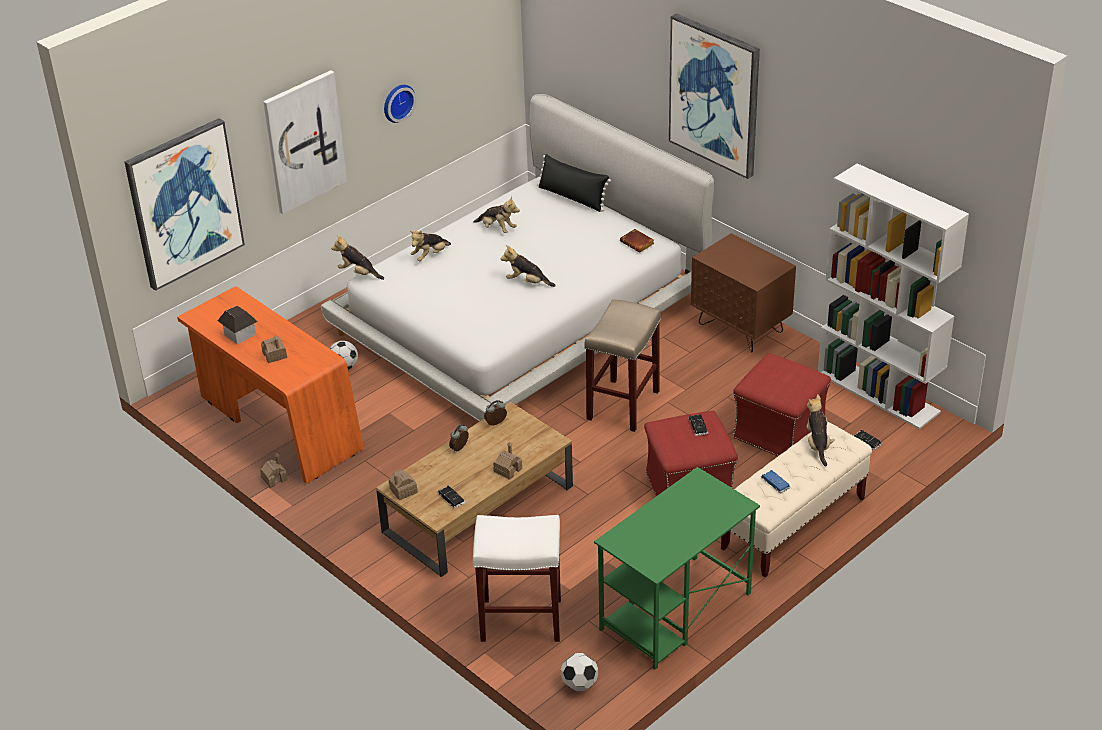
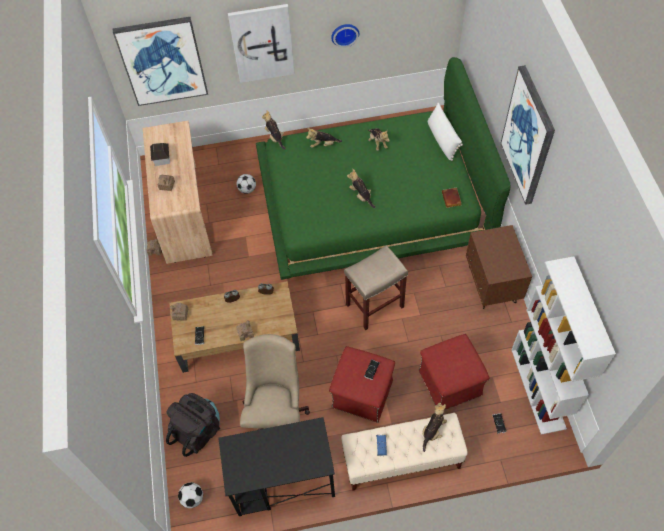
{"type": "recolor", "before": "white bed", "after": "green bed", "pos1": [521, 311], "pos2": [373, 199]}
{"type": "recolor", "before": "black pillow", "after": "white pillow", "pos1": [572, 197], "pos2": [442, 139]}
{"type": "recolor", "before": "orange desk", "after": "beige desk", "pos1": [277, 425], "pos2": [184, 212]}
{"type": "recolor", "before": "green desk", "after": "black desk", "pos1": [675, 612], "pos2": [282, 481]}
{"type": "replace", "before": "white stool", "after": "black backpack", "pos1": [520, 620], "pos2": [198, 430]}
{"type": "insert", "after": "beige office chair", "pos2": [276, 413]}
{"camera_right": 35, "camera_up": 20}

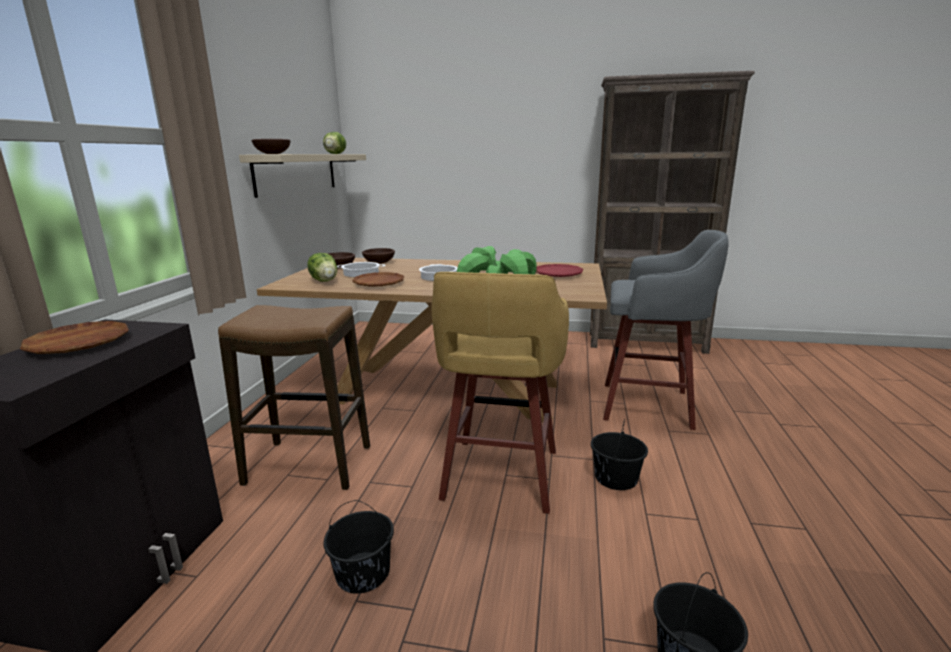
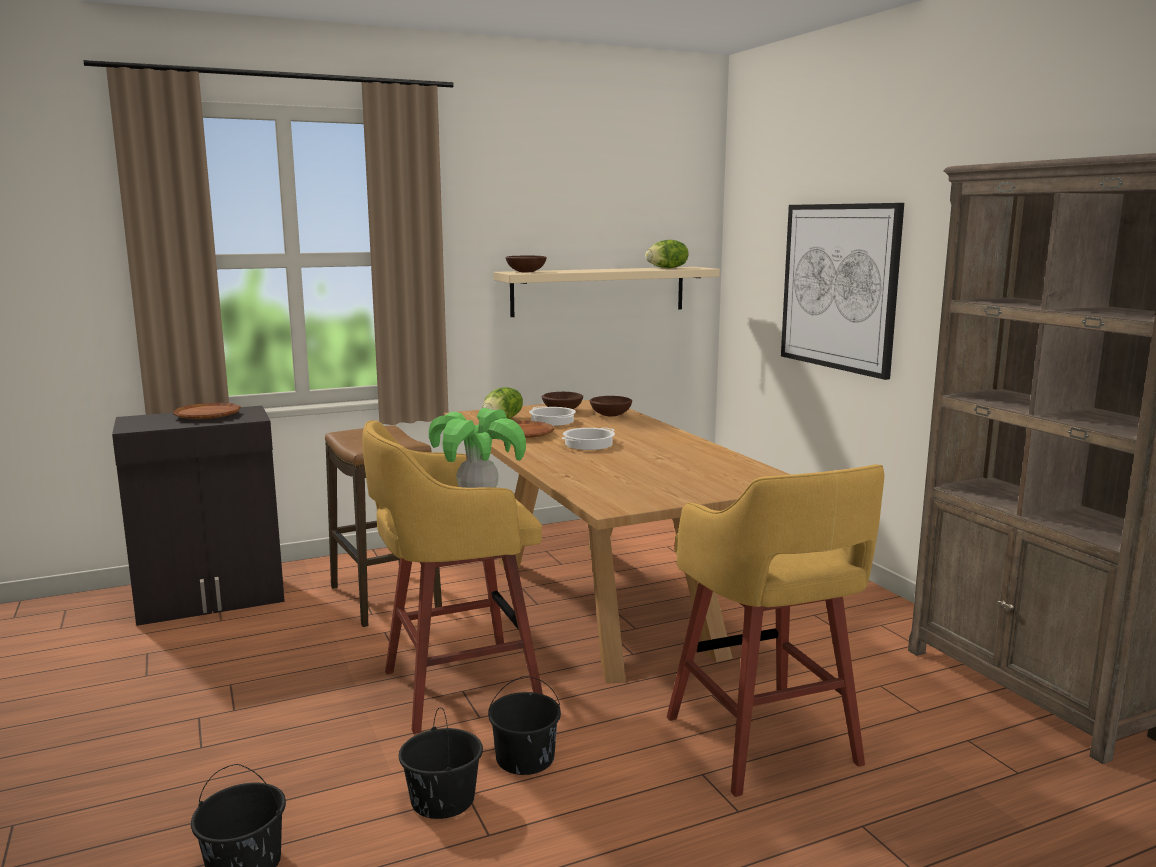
{"type": "recolor", "before": "grey stool", "after": "yellow stool", "pos1": [650, 406], "pos2": [764, 744]}
{"type": "delete", "before": "red plate", "pos1": [558, 274]}
{"type": "move", "before": "black bucket", "pos1": [362, 573], "pos2": [442, 799]}
{"type": "insert", "after": "picture", "pos2": [839, 287]}
{"camera_right": 55, "camera_up": -5}

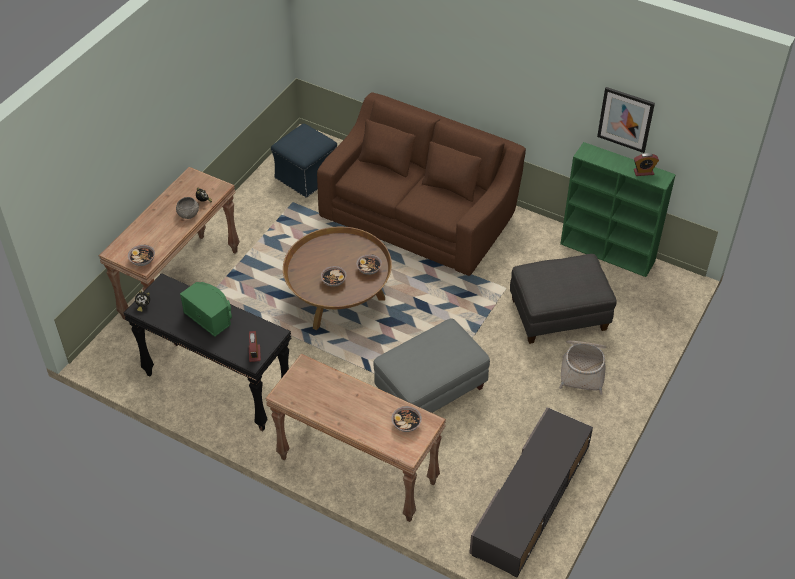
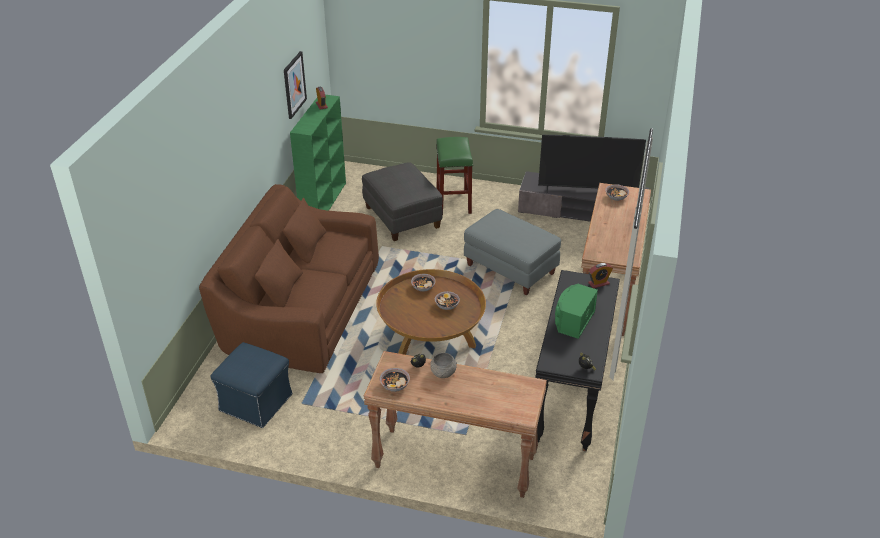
{"type": "move", "before": "bowl", "pos1": [142, 260], "pos2": [395, 385]}
{"type": "replace", "before": "basket", "after": "green stool", "pos1": [583, 369], "pos2": [453, 202]}
{"type": "insert", "after": "television", "pos2": [587, 191]}
{"camera_right": -105, "camera_up": -10}

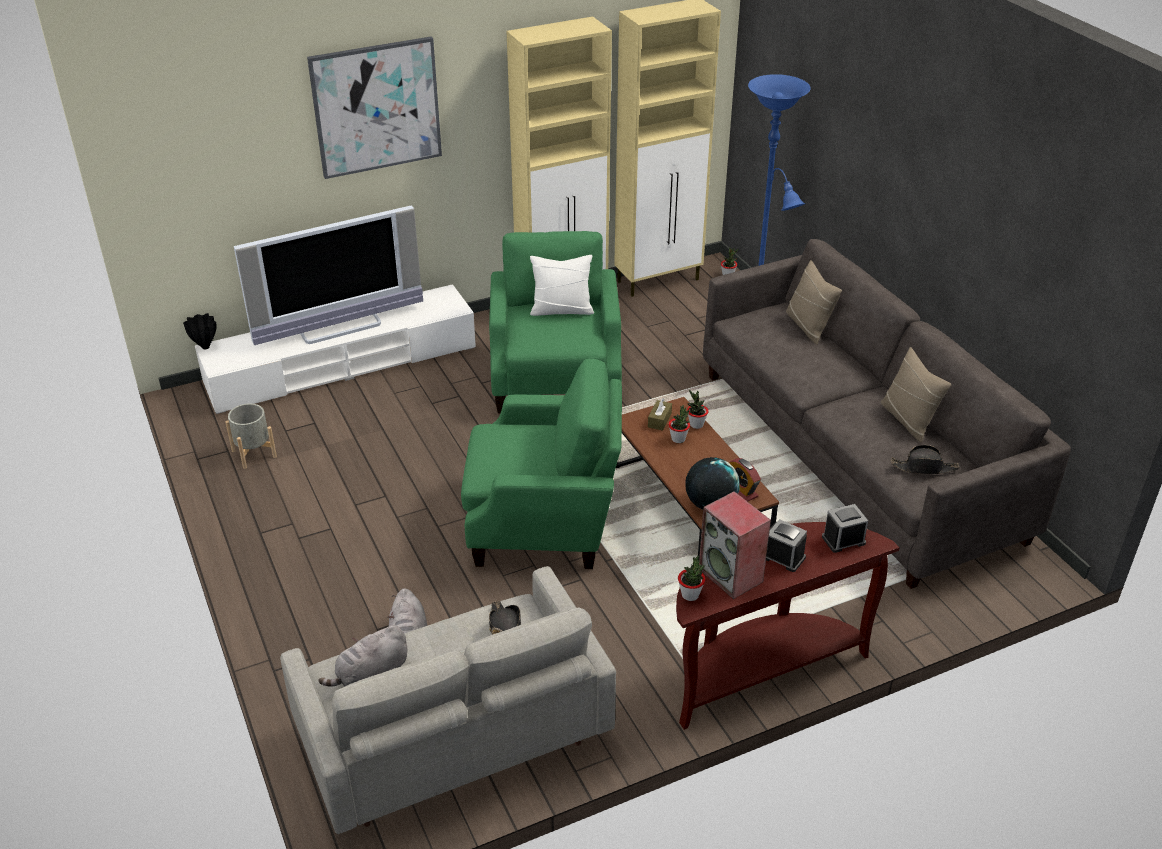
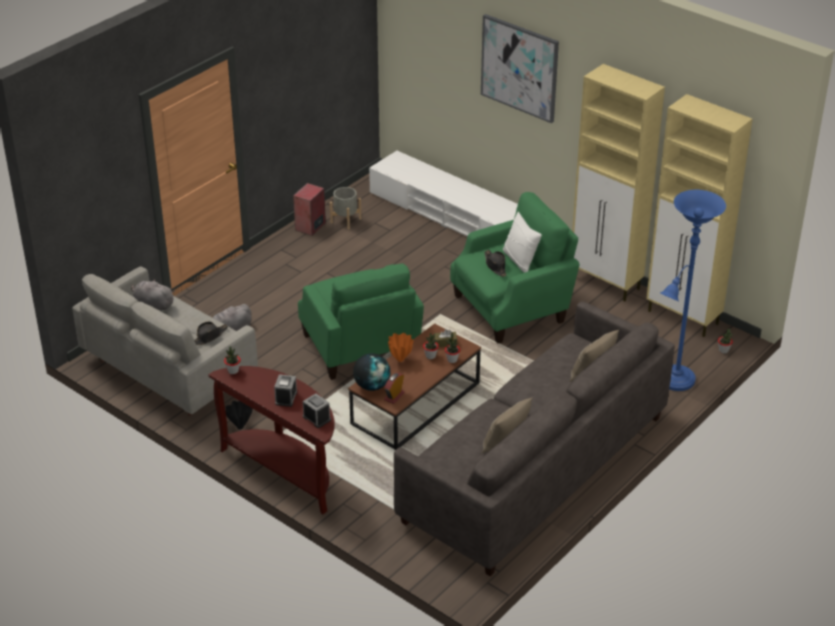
{"type": "delete", "before": "television", "pos1": [340, 326]}
{"type": "move", "before": "black vase", "pos1": [205, 347], "pos2": [240, 427]}
{"type": "move", "before": "black hat", "pos1": [924, 467], "pos2": [495, 266]}
{"type": "move", "before": "speaker", "pos1": [731, 575], "pos2": [310, 226]}
{"type": "insert", "after": "orange vase", "pos2": [400, 359]}
{"camera_right": 65, "camera_up": 0}

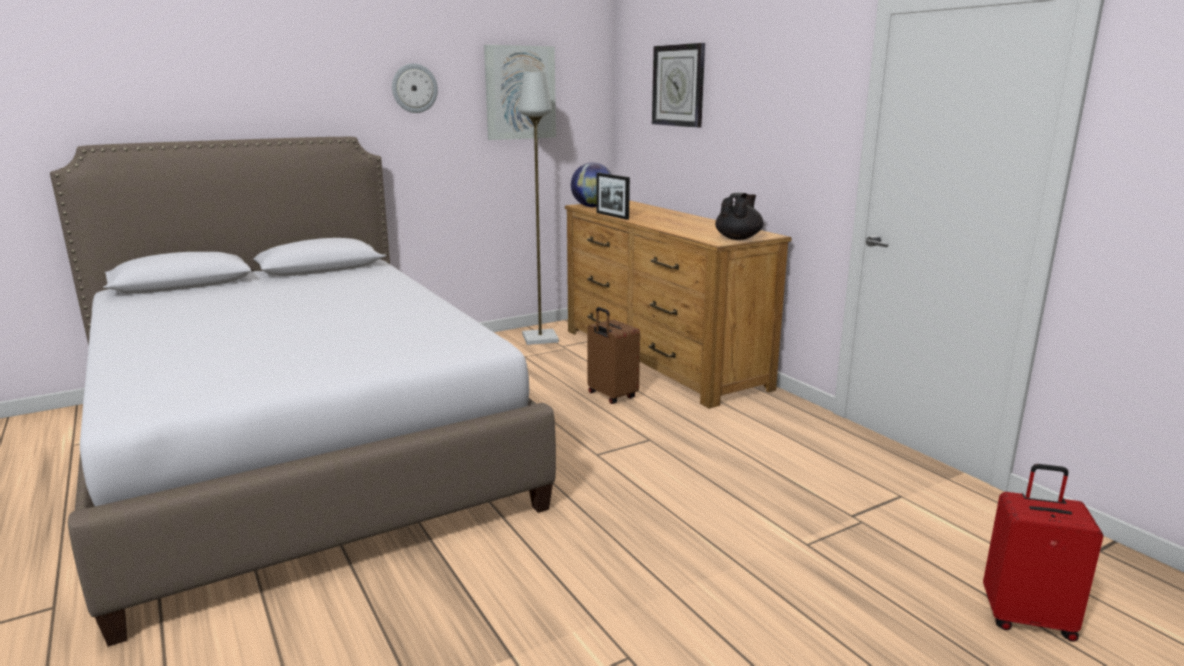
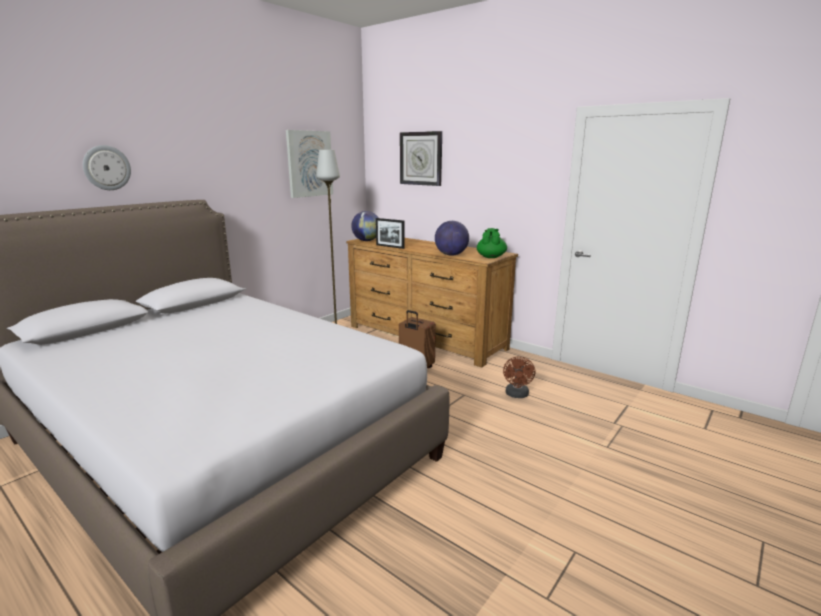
{"type": "move", "before": "wall clock", "pos1": [414, 88], "pos2": [106, 168]}
{"type": "recolor", "before": "black teapot", "after": "green teapot", "pos1": [738, 238], "pos2": [491, 257]}
{"type": "delete", "before": "red suitcase", "pos1": [1027, 618]}
{"type": "insert", "after": "globe", "pos2": [451, 255]}
{"type": "insert", "after": "brown fan", "pos2": [517, 395]}
{"camera_right": -20, "camera_up": 0}

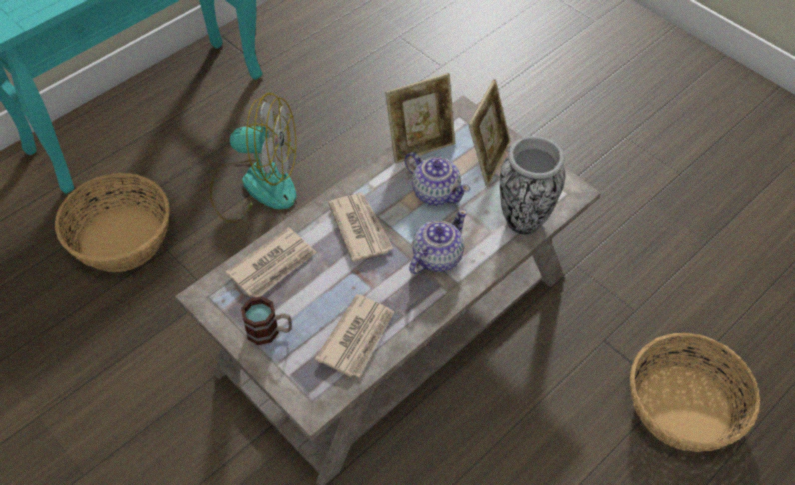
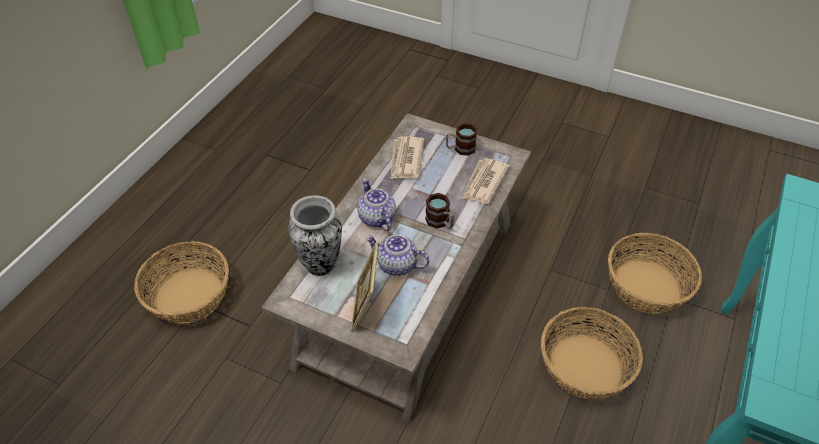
{"type": "delete", "before": "picture frame", "pos1": [420, 145]}
{"type": "replace", "before": "fan", "after": "basket", "pos1": [255, 185], "pos2": [585, 367]}
{"type": "replace", "before": "newspaper", "after": "mug", "pos1": [360, 228], "pos2": [440, 222]}
{"type": "rotate", "before": "teapot", "pos1": [436, 257], "pos2": [377, 218], "turn": 135}
{"camera_right": 160, "camera_up": -5}

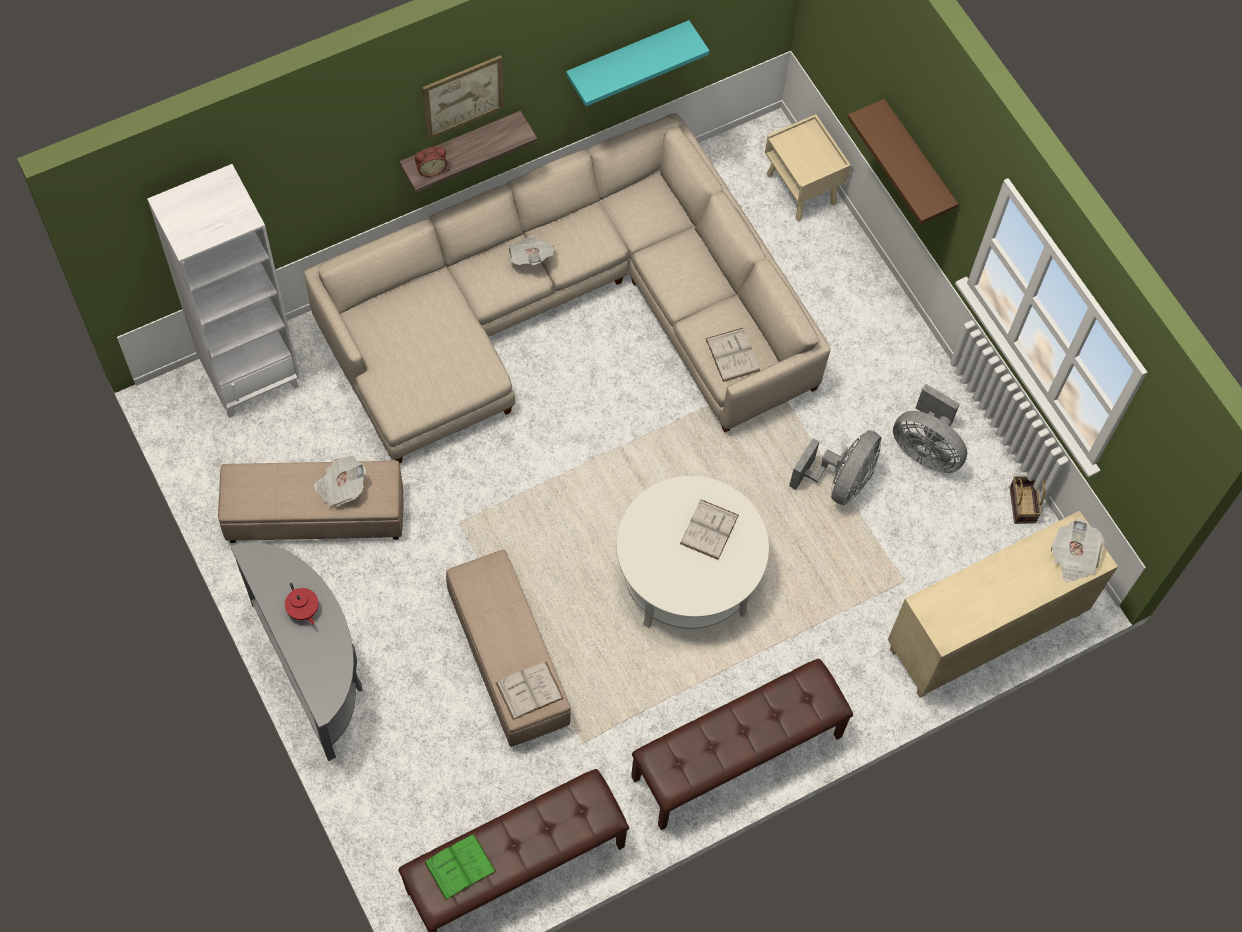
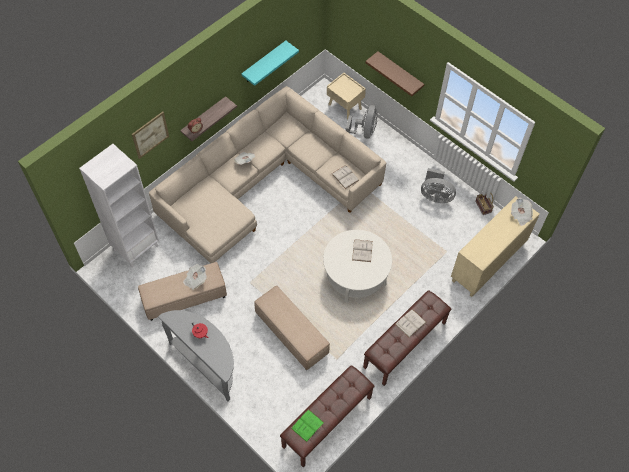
{"type": "move", "before": "picture", "pos1": [463, 96], "pos2": [150, 135]}
{"type": "move", "before": "grey fan", "pos1": [840, 482], "pos2": [364, 132]}
{"type": "move", "before": "white book", "pos1": [529, 690], "pos2": [410, 323]}
{"camera_right": -15, "camera_up": -5}

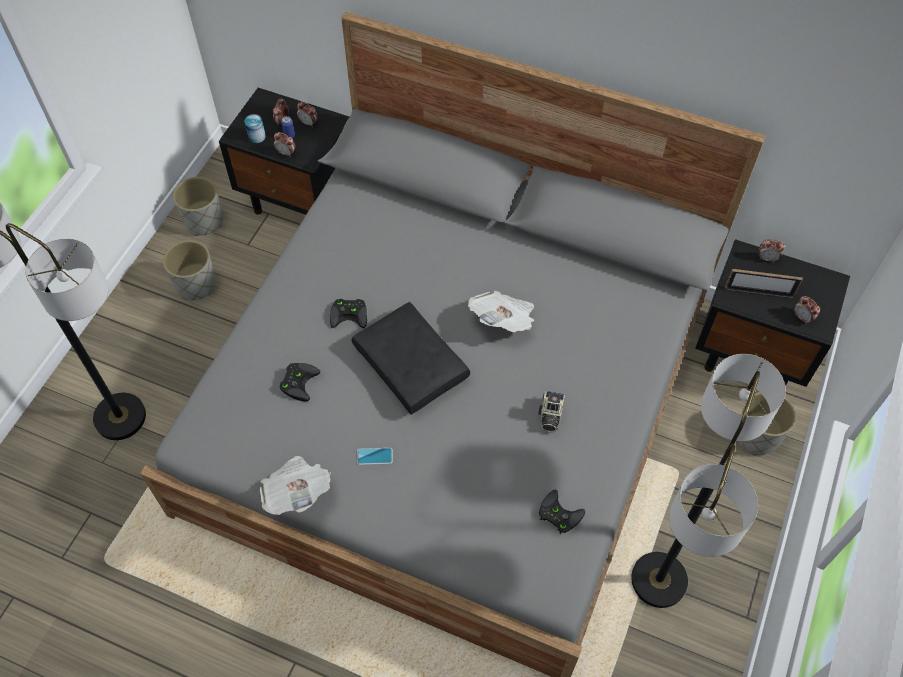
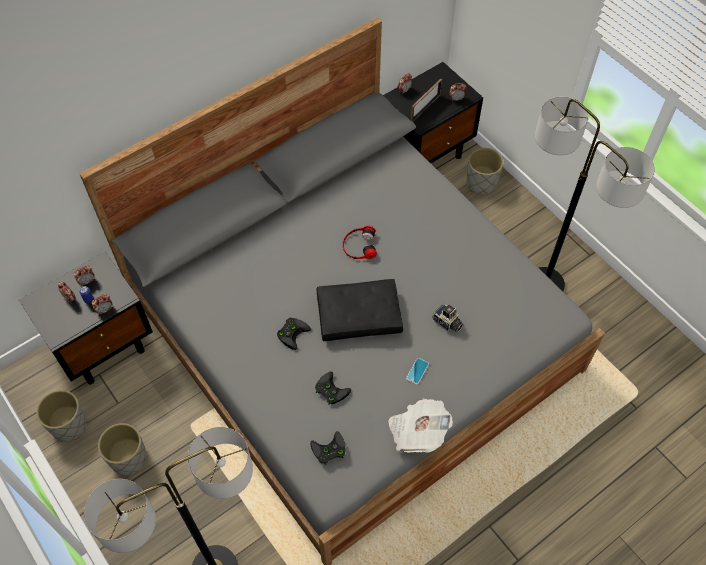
{"type": "delete", "before": "can", "pos1": [257, 136]}
{"type": "replace", "before": "newspaper", "after": "headphones", "pos1": [503, 321], "pos2": [359, 246]}
{"type": "move", "before": "photo camera", "pos1": [550, 415], "pos2": [447, 323]}
{"type": "move", "before": "black game controller", "pos1": [557, 514], "pos2": [328, 450]}
{"camera_right": -60, "camera_up": 0}

